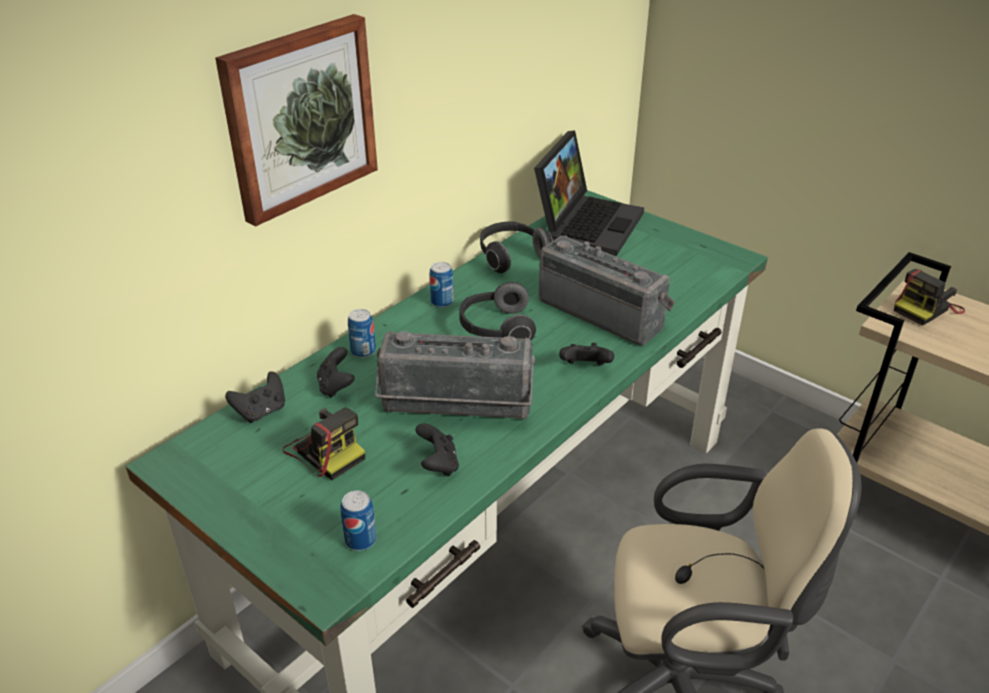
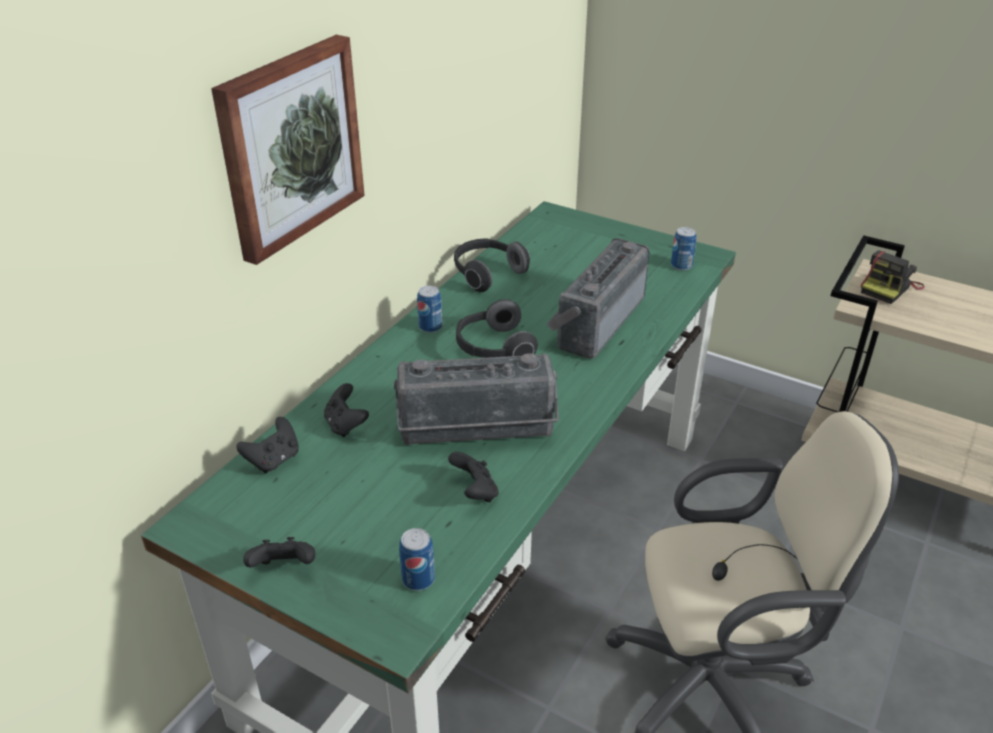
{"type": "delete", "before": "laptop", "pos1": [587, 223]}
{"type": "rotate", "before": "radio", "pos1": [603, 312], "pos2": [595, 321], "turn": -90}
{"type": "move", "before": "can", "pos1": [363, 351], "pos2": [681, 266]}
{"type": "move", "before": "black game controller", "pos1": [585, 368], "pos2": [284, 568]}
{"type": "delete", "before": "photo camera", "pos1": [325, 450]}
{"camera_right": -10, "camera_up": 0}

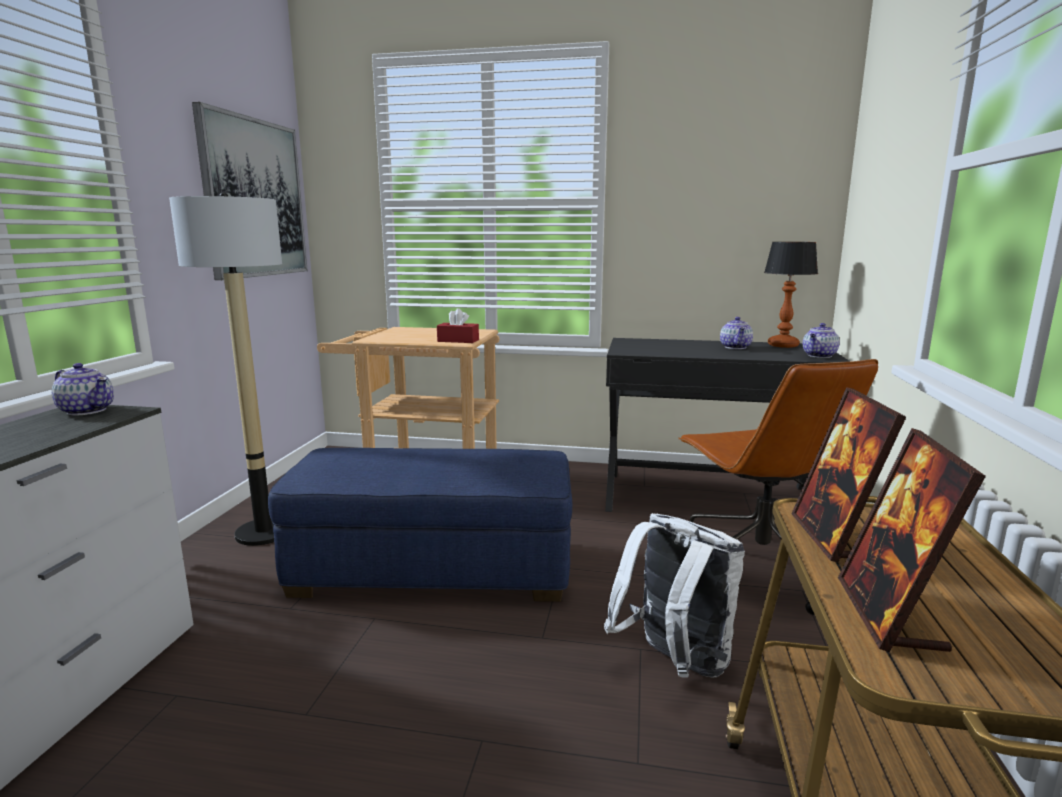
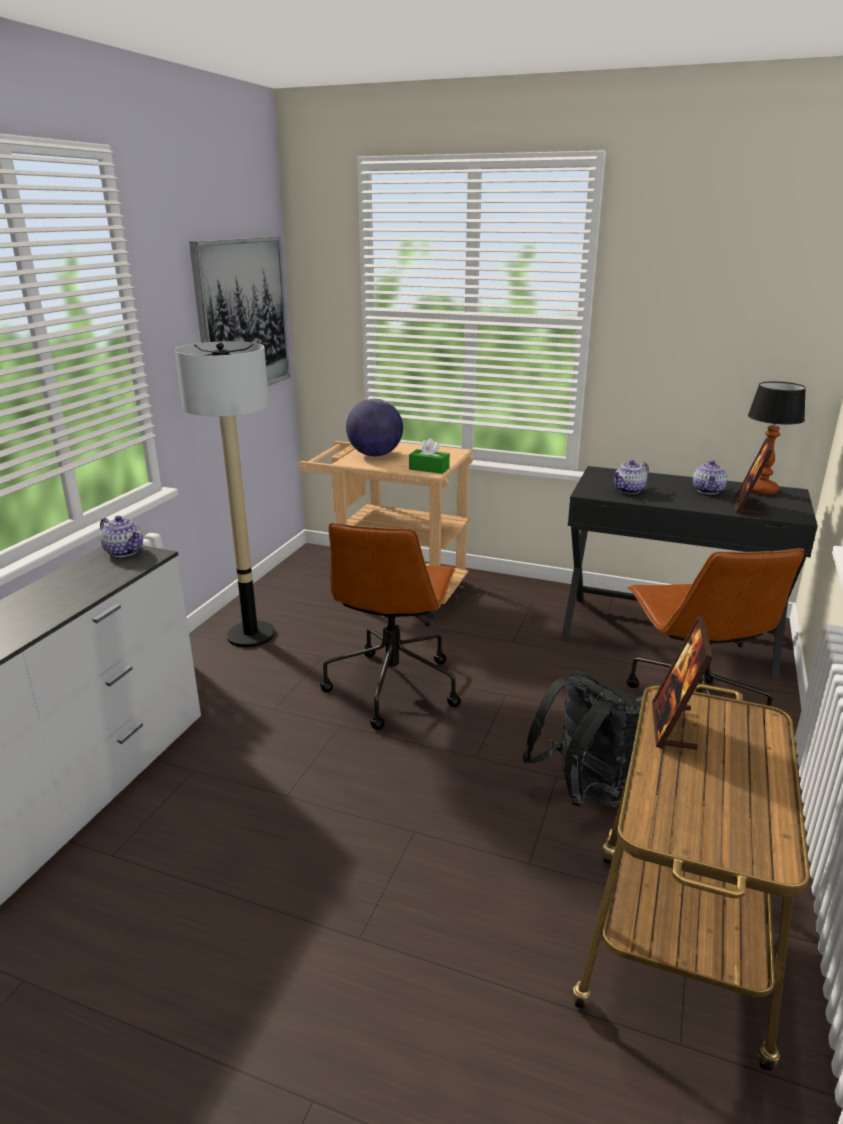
{"type": "recolor", "before": "red tissue box", "after": "green tissue box", "pos1": [458, 340], "pos2": [429, 469]}
{"type": "move", "before": "teapot", "pos1": [819, 356], "pos2": [628, 490]}
{"type": "move", "before": "picture frame", "pos1": [889, 615], "pos2": [747, 507]}
{"type": "replace", "before": "blue ottoman", "after": "brown office chair", "pos1": [433, 570], "pos2": [393, 686]}
{"type": "recolor", "before": "white backpack", "after": "black backpack", "pos1": [674, 663], "pos2": [582, 791]}
{"type": "insert", "after": "globe", "pos2": [375, 455]}
{"camera_right": 10, "camera_up": 10}

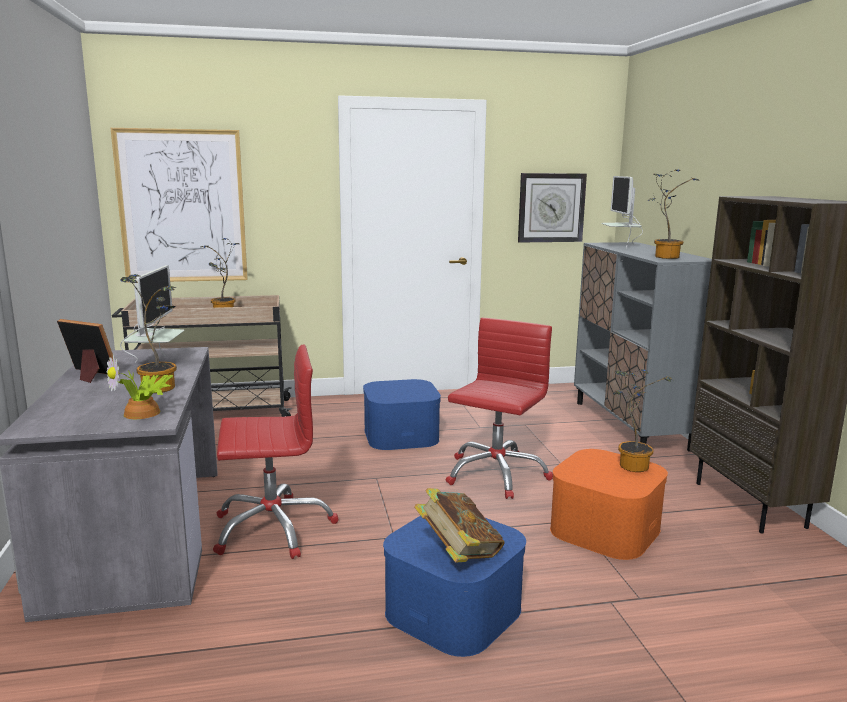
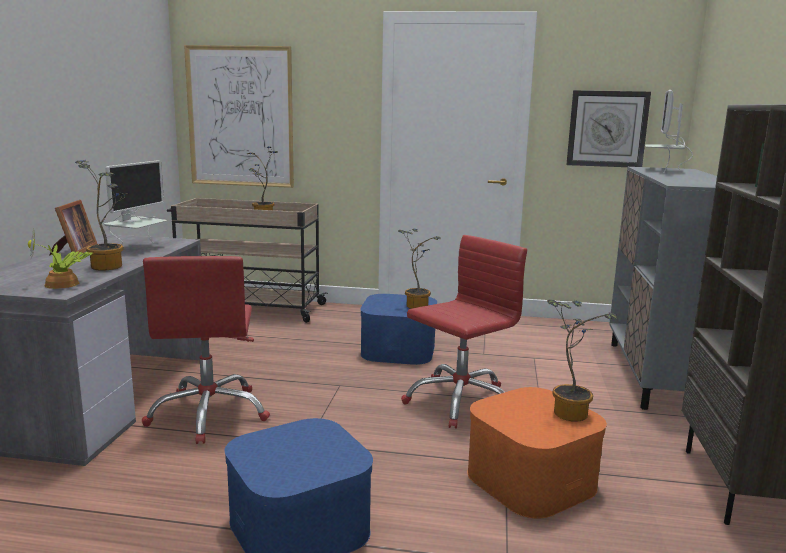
{"type": "move", "before": "potted plant", "pos1": [664, 256], "pos2": [417, 305]}
{"type": "rotate", "before": "picture frame", "pos1": [89, 375], "pos2": [74, 251], "turn": 45}
{"type": "rotate", "before": "red office chair", "pos1": [273, 528], "pos2": [209, 413], "turn": 75}
{"type": "delete", "before": "book", "pos1": [458, 553]}
{"camera_right": 20, "camera_up": 0}

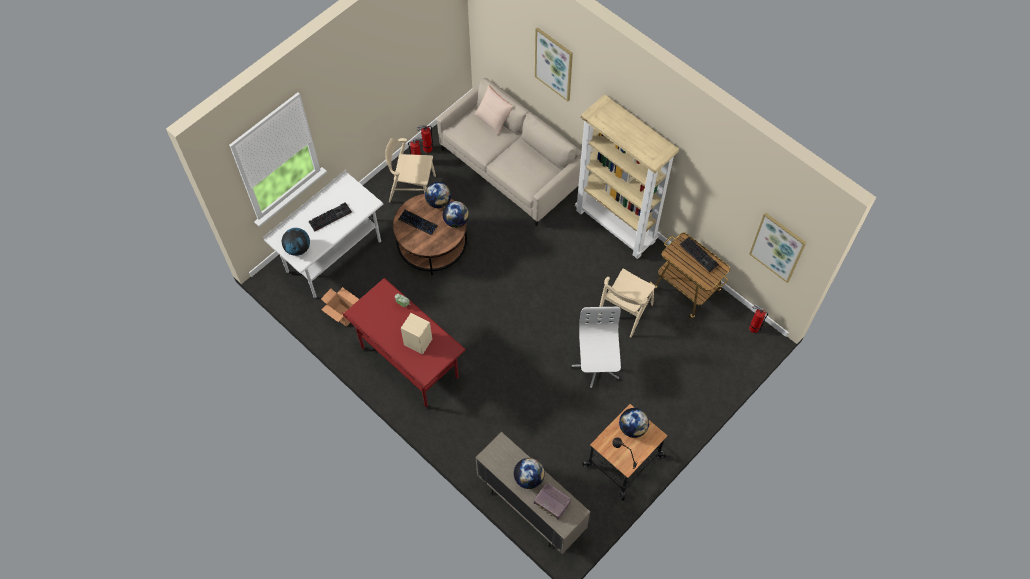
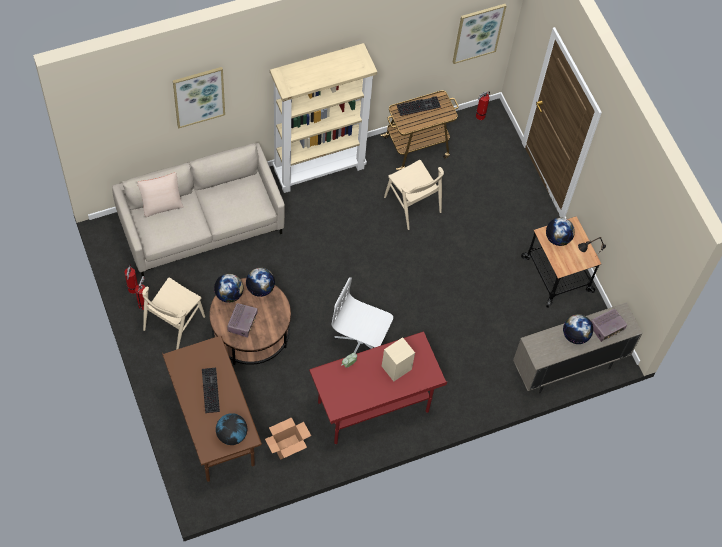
{"type": "recolor", "before": "white desk", "after": "brown desk", "pos1": [334, 257], "pos2": [214, 429]}
{"type": "replace", "before": "keyboard", "after": "radio", "pos1": [418, 222], "pos2": [242, 323]}
{"type": "move", "before": "white office chair", "pos1": [596, 366], "pos2": [360, 341]}
{"camera_right": -70, "camera_up": 0}

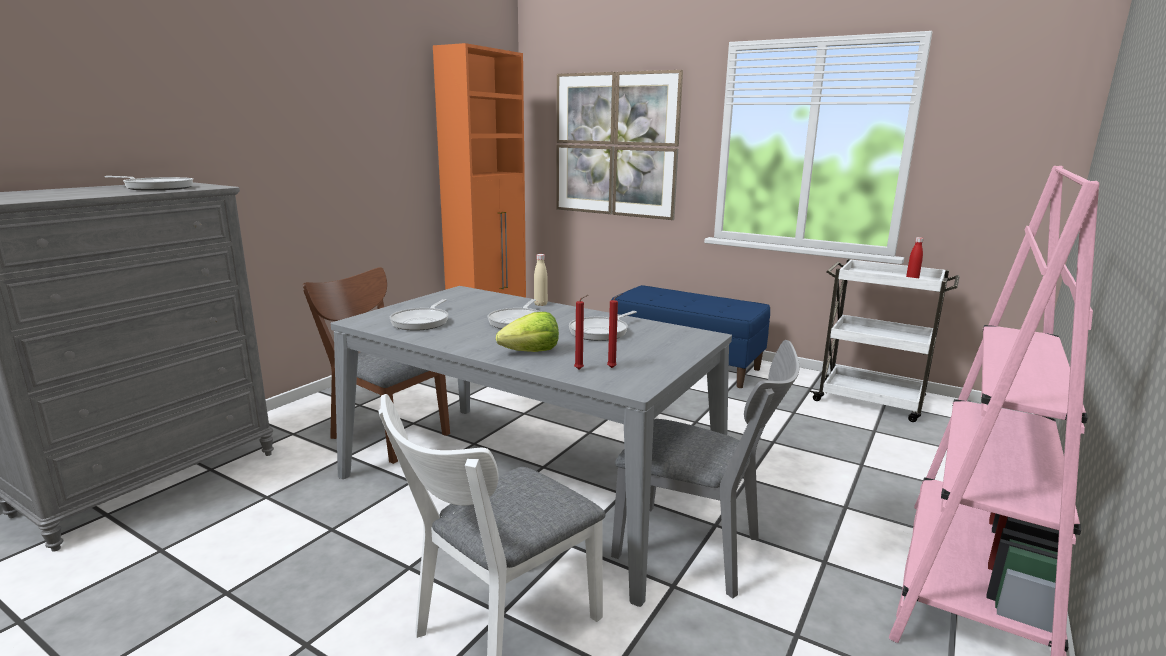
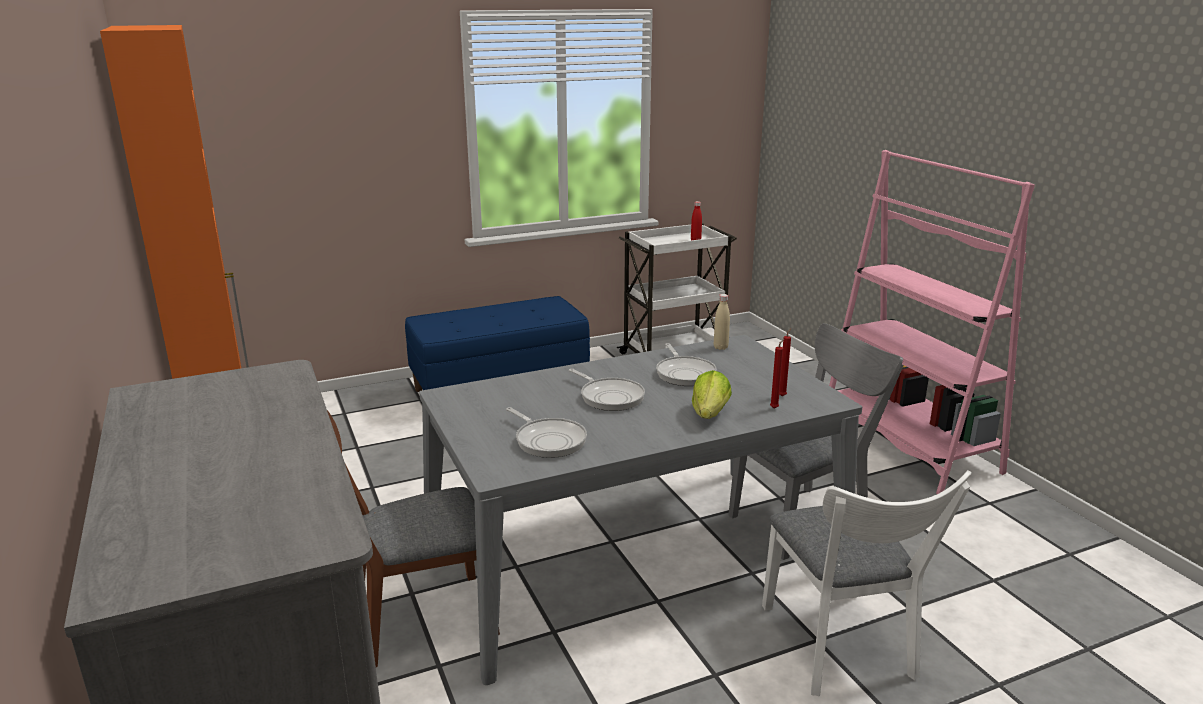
{"type": "delete", "before": "picture", "pos1": [615, 145]}
{"type": "delete", "before": "frying pan", "pos1": [156, 187]}
{"type": "move", "before": "beige bottle", "pos1": [540, 304], "pos2": [720, 347]}
{"camera_right": -55, "camera_up": 5}

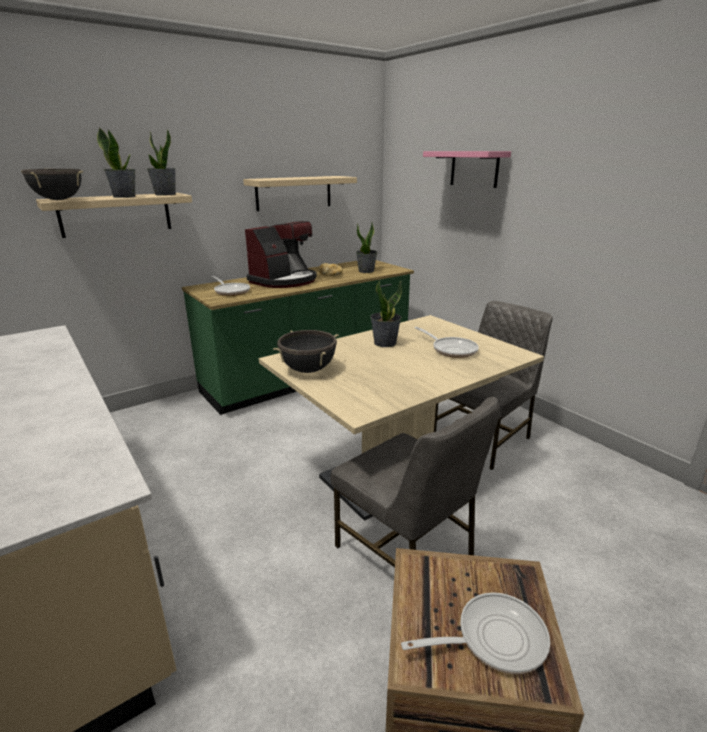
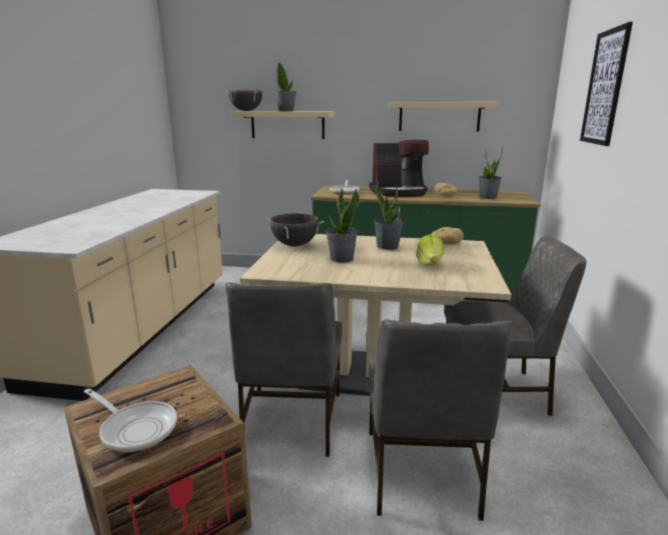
{"type": "move", "before": "potted plant", "pos1": [165, 194], "pos2": [341, 258]}
{"type": "replace", "before": "pink shelf", "after": "picture", "pos1": [474, 169], "pos2": [604, 88]}
{"type": "replace", "before": "frying pan", "after": "lettuce", "pos1": [451, 349], "pos2": [430, 264]}
{"type": "insert", "after": "bread", "pos2": [446, 243]}
{"type": "insert", "after": "grey chair", "pos2": [421, 473]}
{"camera_right": 45, "camera_up": -5}

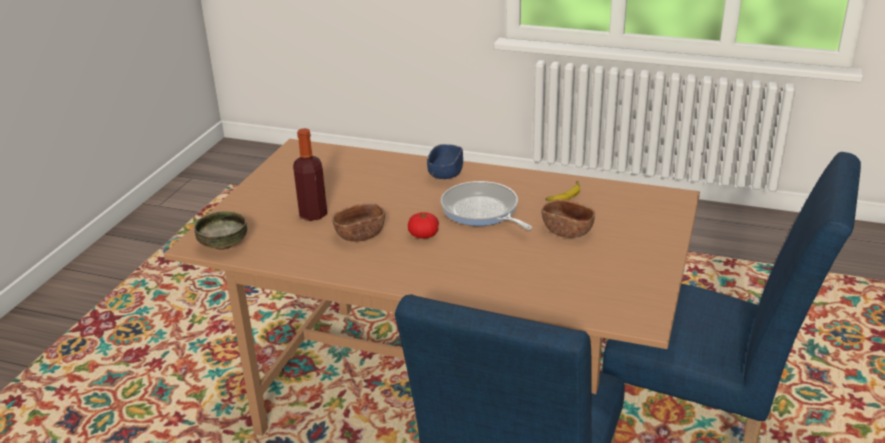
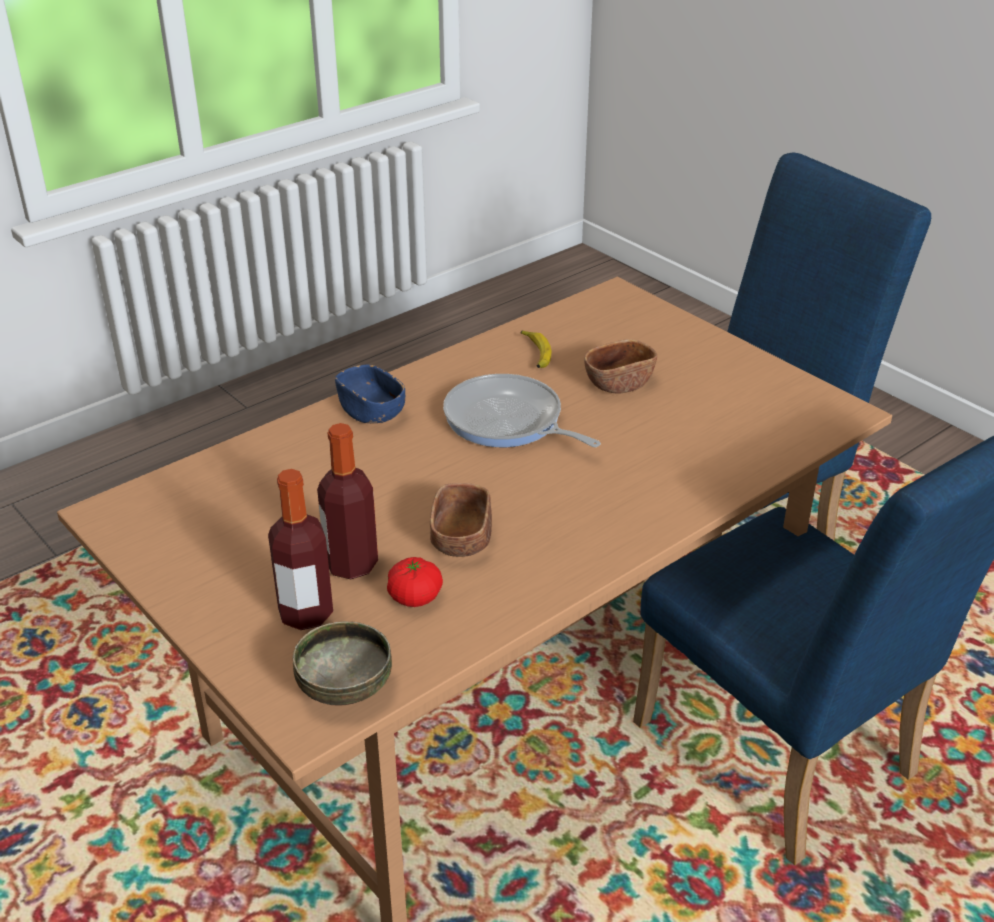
{"type": "rotate", "before": "frying pan", "pos1": [482, 211], "pos2": [508, 422], "turn": 45}
{"type": "move", "before": "tomato", "pos1": [423, 235], "pos2": [415, 597]}
{"type": "insert", "after": "bottle", "pos2": [306, 614]}
{"camera_right": -60, "camera_up": 5}

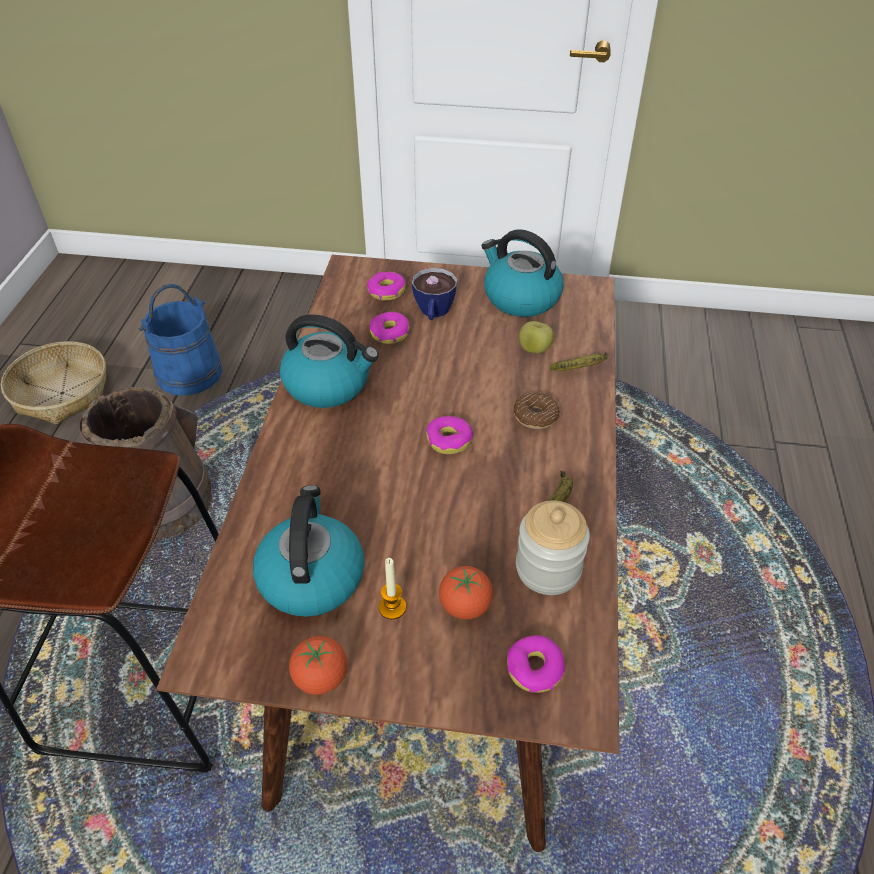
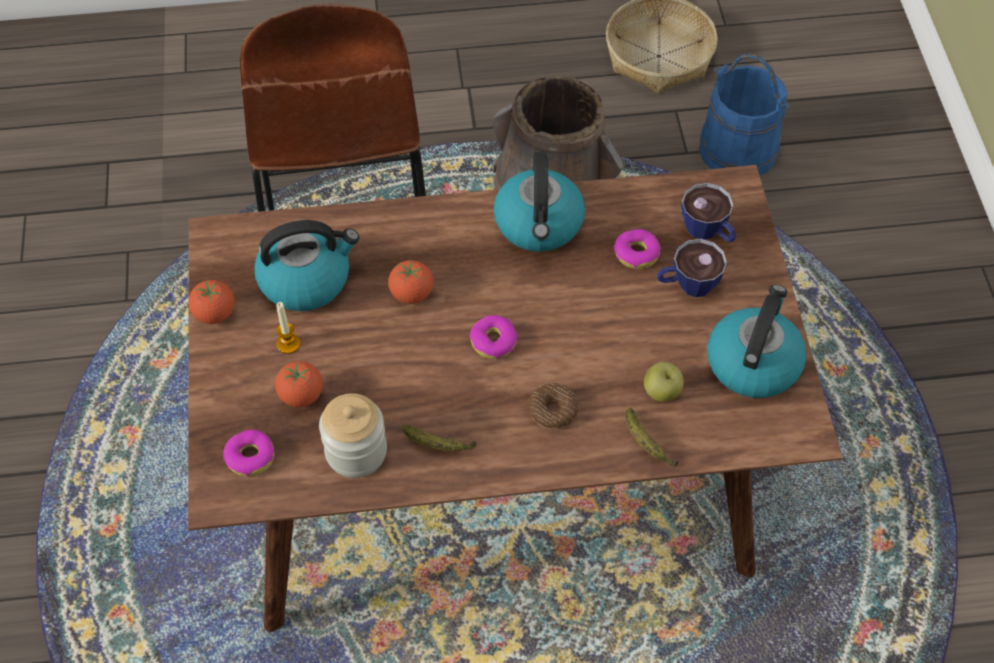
{"type": "replace", "before": "donut", "after": "cup", "pos1": [386, 291], "pos2": [708, 232]}
{"type": "insert", "after": "tomato", "pos2": [411, 294]}
{"camera_right": 75, "camera_up": 10}

